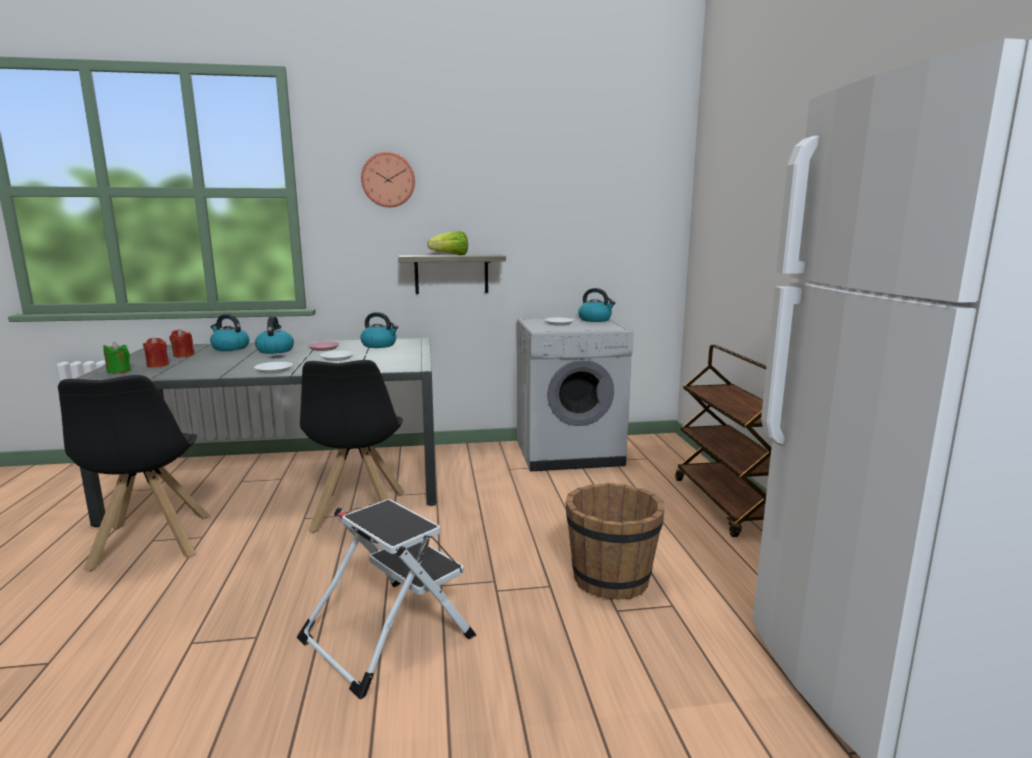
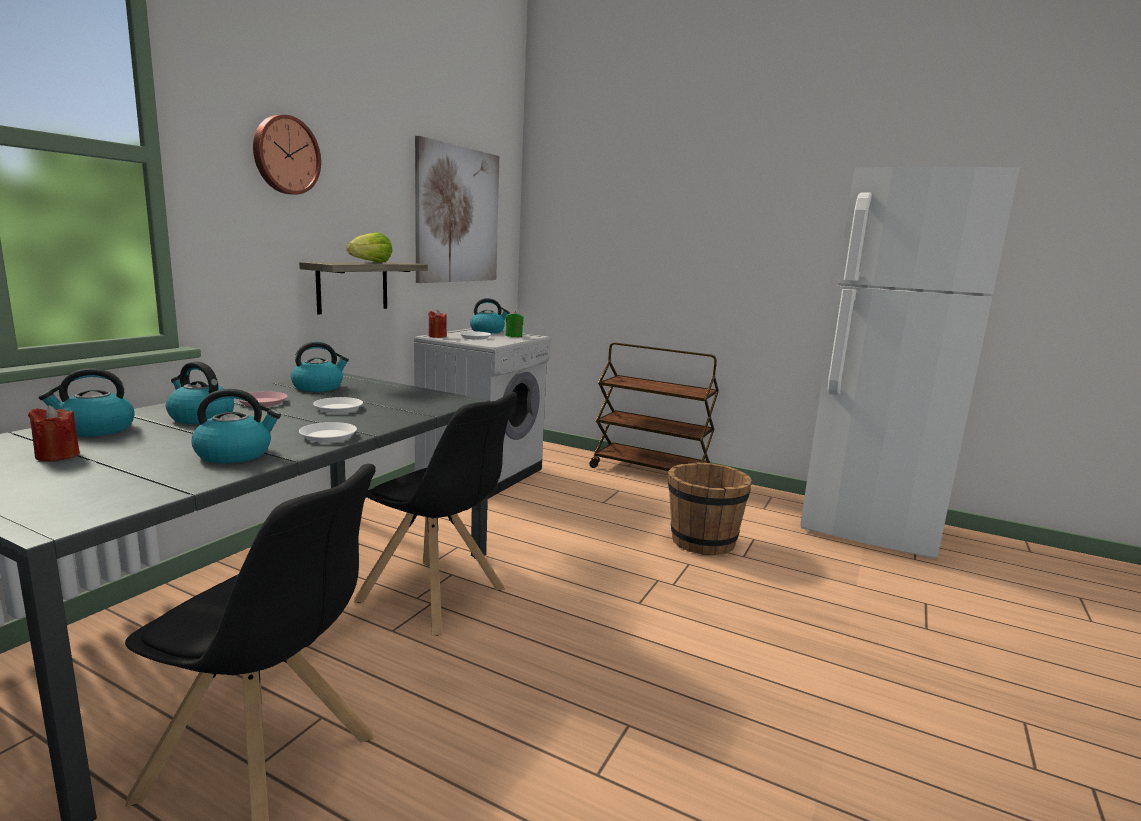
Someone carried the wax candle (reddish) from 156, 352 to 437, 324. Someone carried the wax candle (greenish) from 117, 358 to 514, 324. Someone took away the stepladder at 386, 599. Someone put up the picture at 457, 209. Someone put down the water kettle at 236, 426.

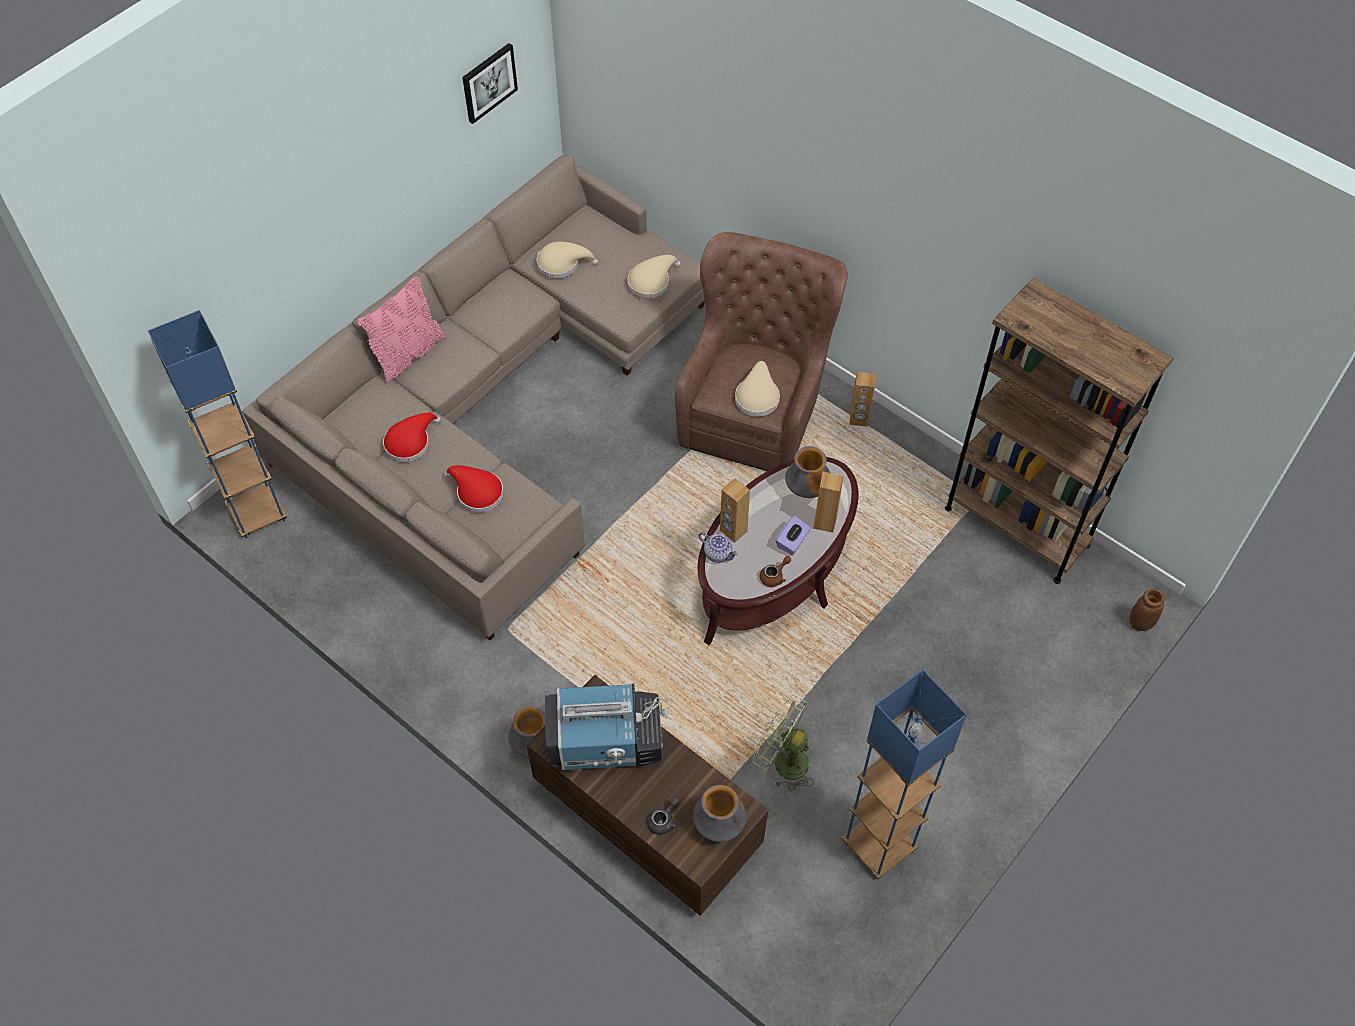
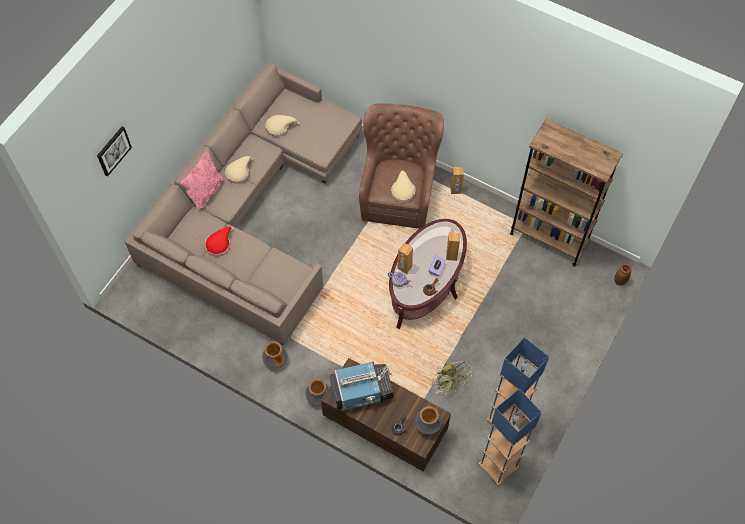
Someone carried the picture from 490, 83 to 114, 151. Someone carried the hat (sand-coloured) from 654, 277 to 239, 170. Someone carried the standing lamp (blue) from 217, 424 to 510, 437. Someone carried the vase from 807, 472 to 274, 354. Someone took away the hat (reddish) at 474, 489. Someone rotated the electric fan (greenish) at 783, 743 by 135 degrees counterclockwise.

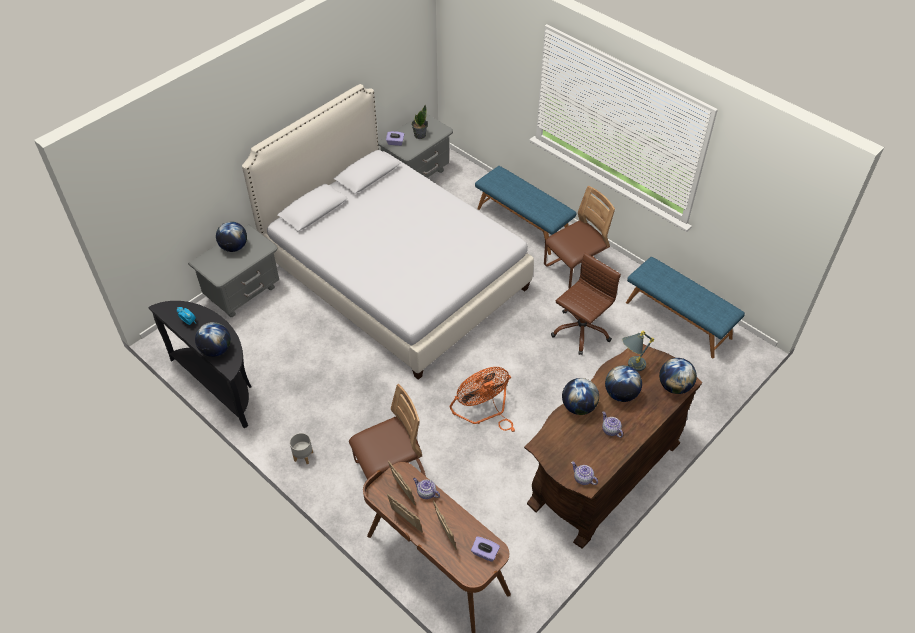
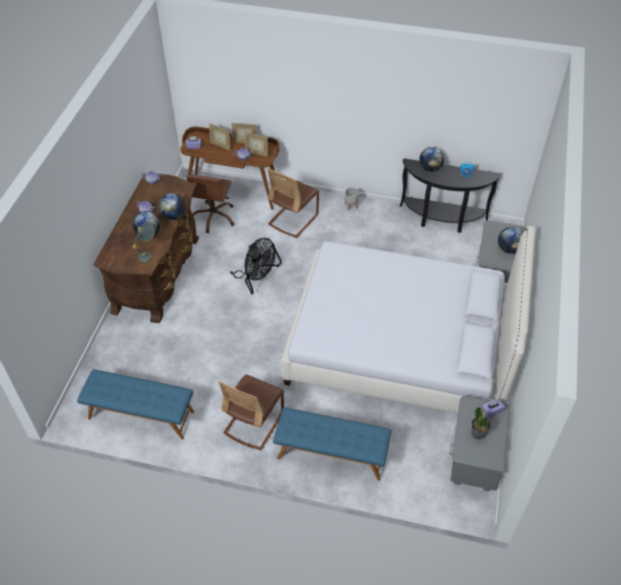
Someone carried the computer chair (brownish) from 586, 304 to 210, 204. Someone took away the desk globe at 678, 376. Someone repainted the electric fan (orange) at 482, 399, which became the electric fan (black) at 256, 266.

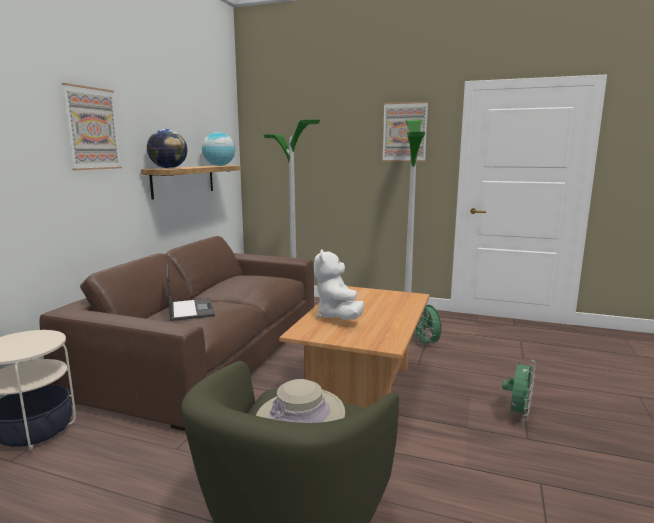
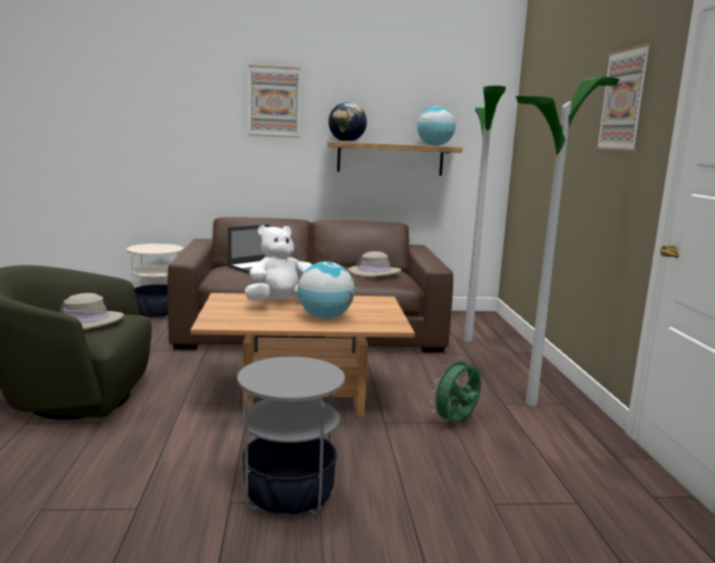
Someone swapped the electric fan (greenish) at 519, 390 for the accent table (gray) at 291, 436. Someone put down the hat (sand-coloured) at 374, 264. Someone put down the desk globe at 326, 290.

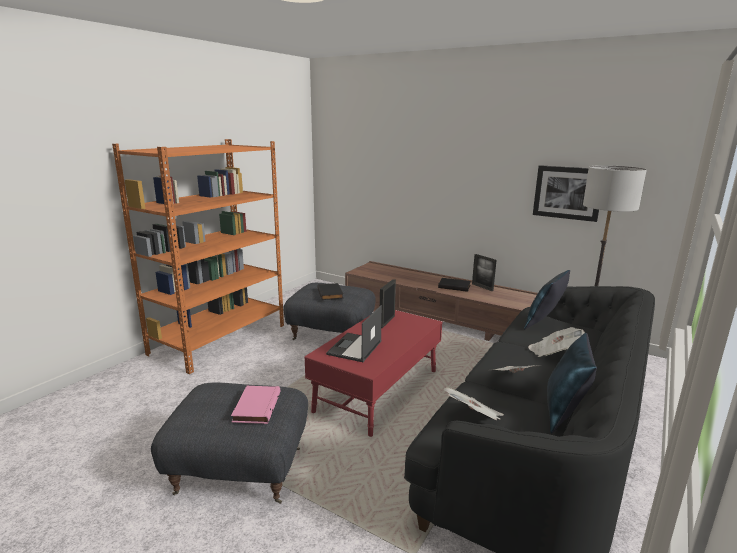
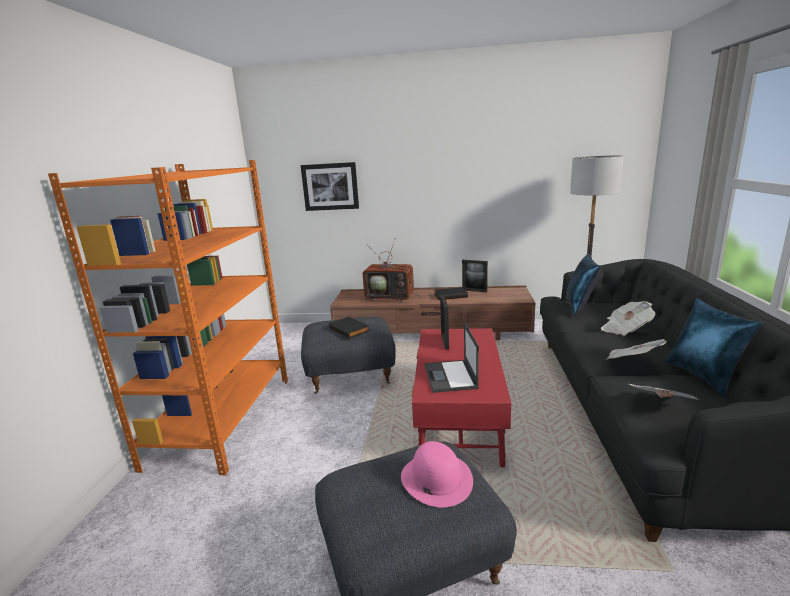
Someone carried the picture from 566, 193 to 329, 186. Someone swapped the bound book (pink) at 255, 405 for the hat (pink) at 437, 474. Someone put down the TV set at 392, 271.

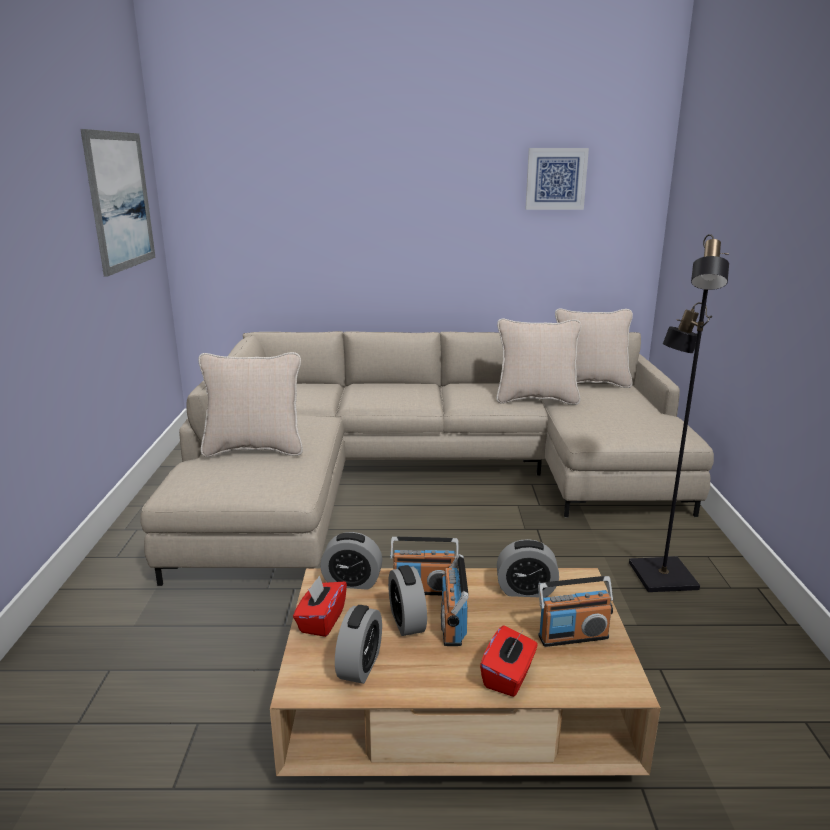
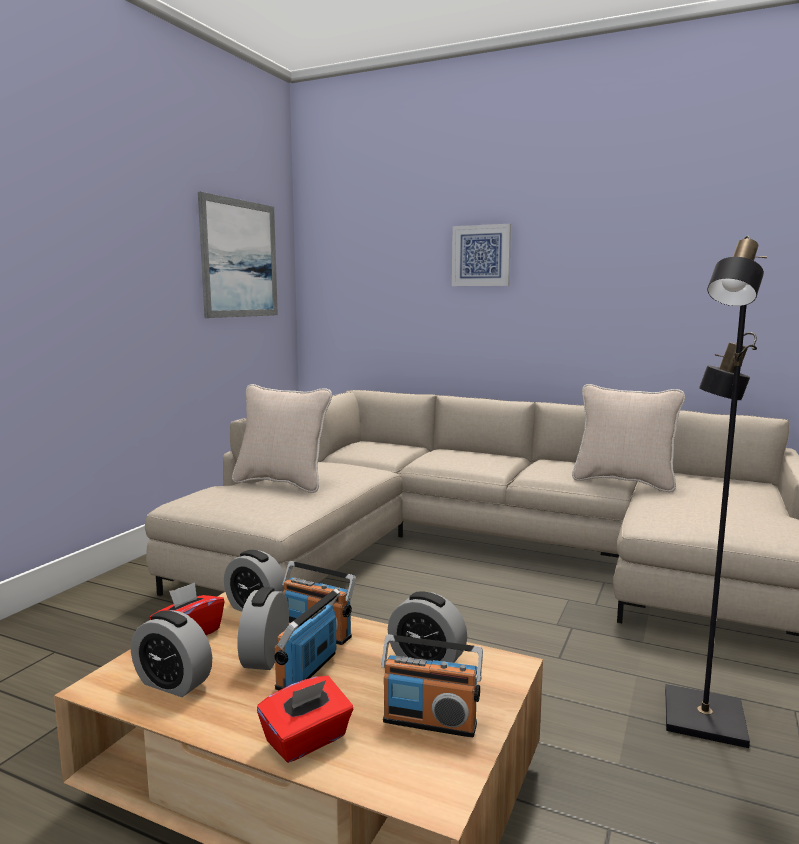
Someone carried the picture from 557, 179 to 481, 255. Someone took away the throw pillow (sand-coloured) at 594, 348. Someone rotated the table clock at 358, 644 by 75 degrees clockwise.

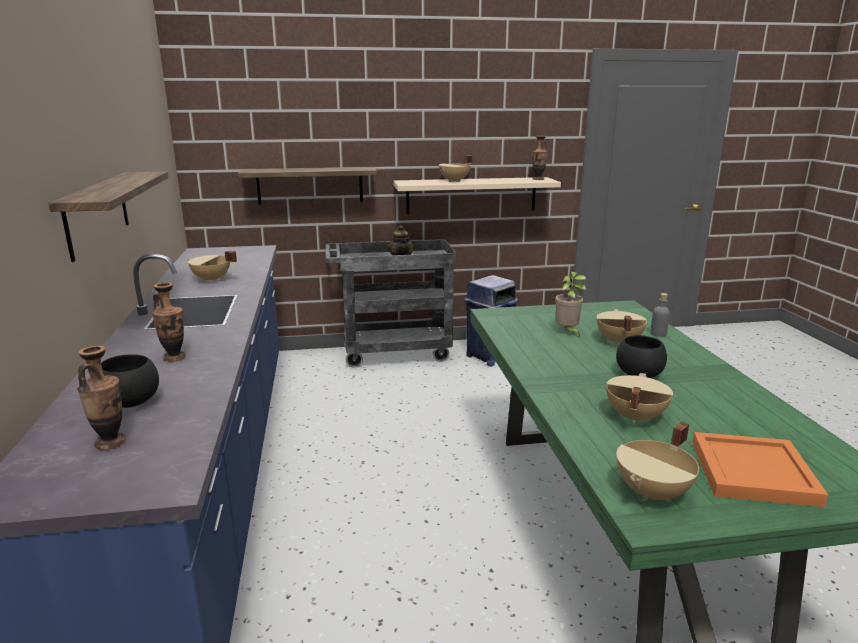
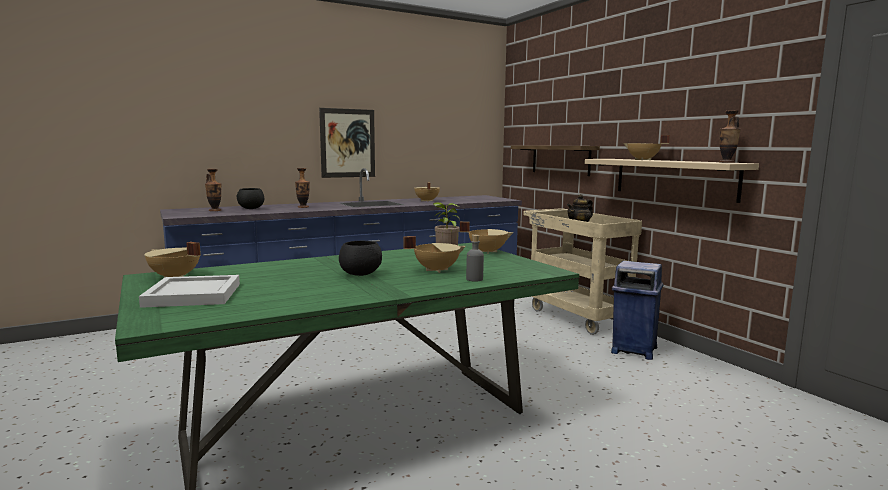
Someone swapped the shelf at 109, 216 for the picture at 347, 143. Someone repainted the cart (black) at 390, 303, which became the cart (sand-coloured) at 583, 271. Someone carried the cooking pot (sand-coloured) from 639, 398 to 487, 238. Someone repainted the carrying tray (orange) at 760, 469, which became the carrying tray (white) at 189, 291.

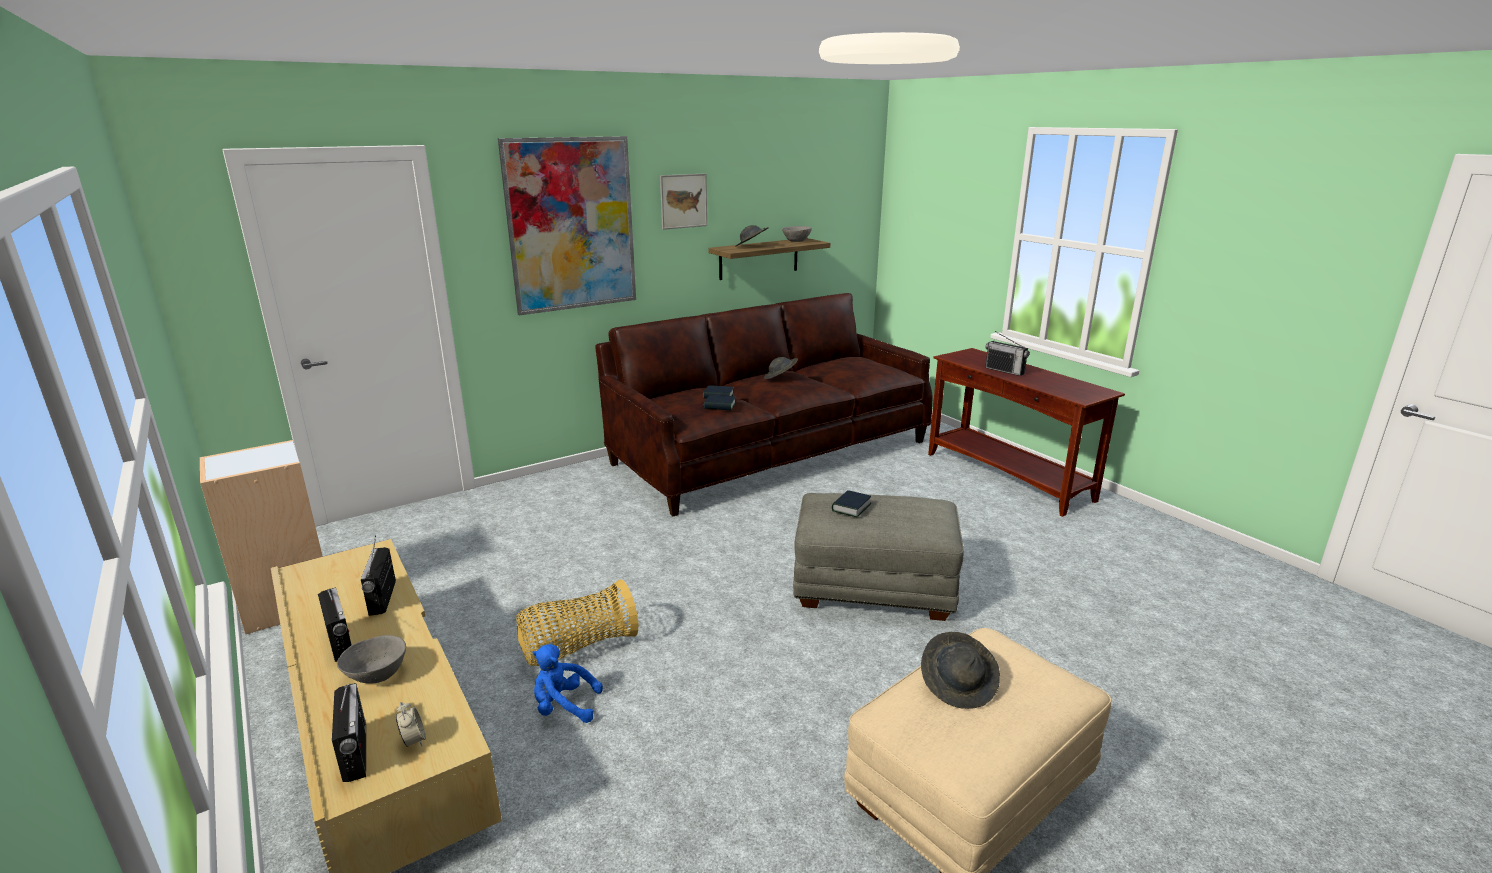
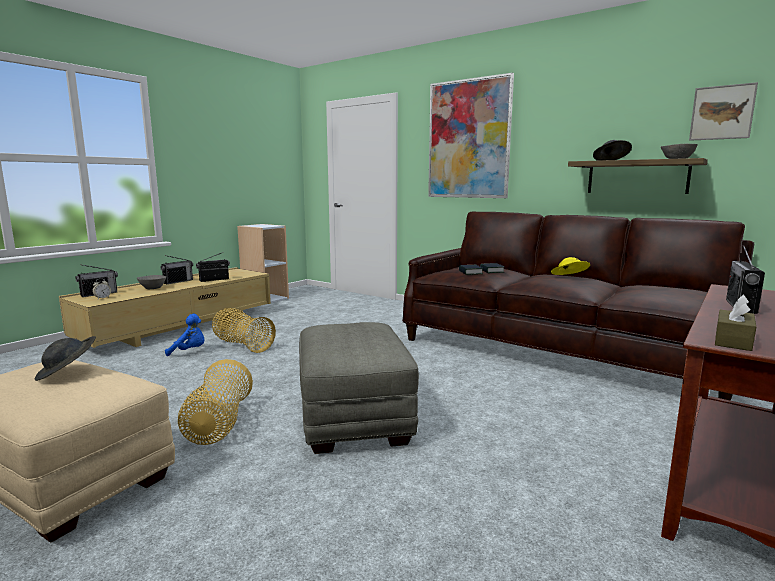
Someone carried the picture from 683, 201 to 723, 111. Someone repainted the hat (gray) at 781, 368, which became the hat (yellow) at 570, 266. Someone took away the bound book at 851, 503. Someone rotated the plush toy (blue) at 568, 683 by 105 degrees clockwise. Someone put down the tissue box (brownish) at 735, 323. Someone put down the household basket at 215, 402.

